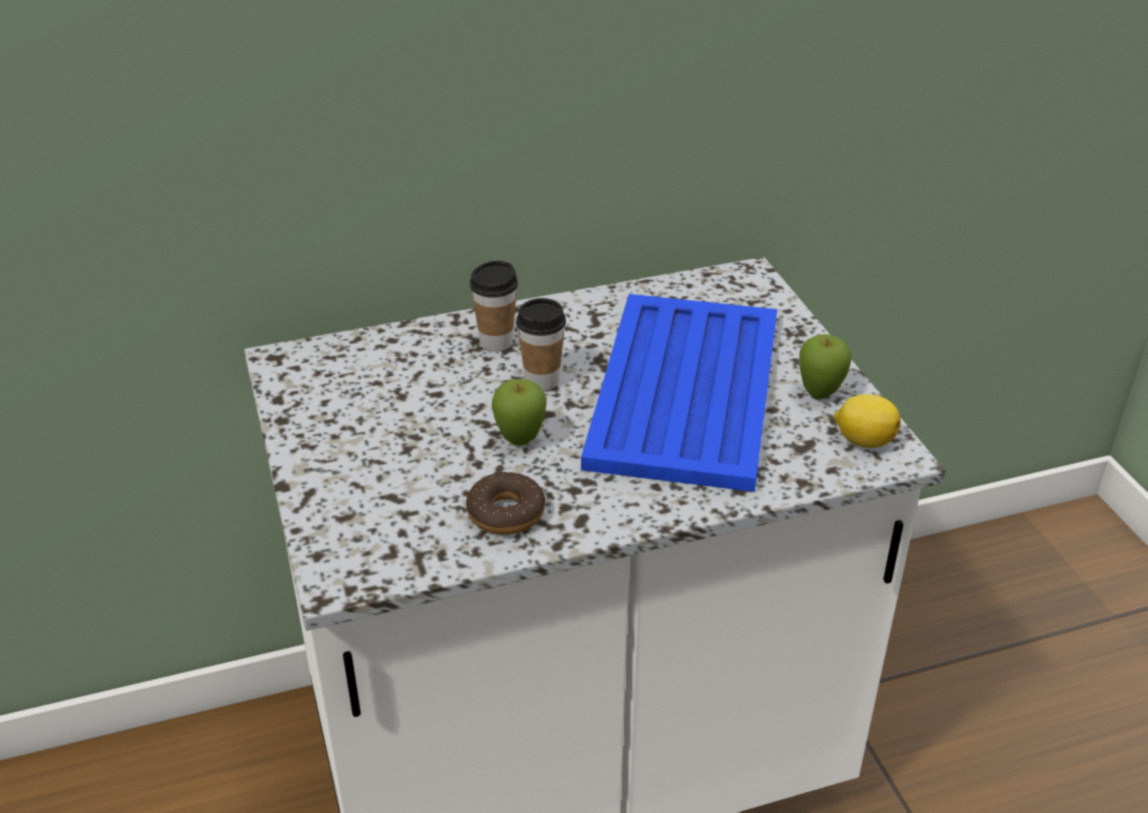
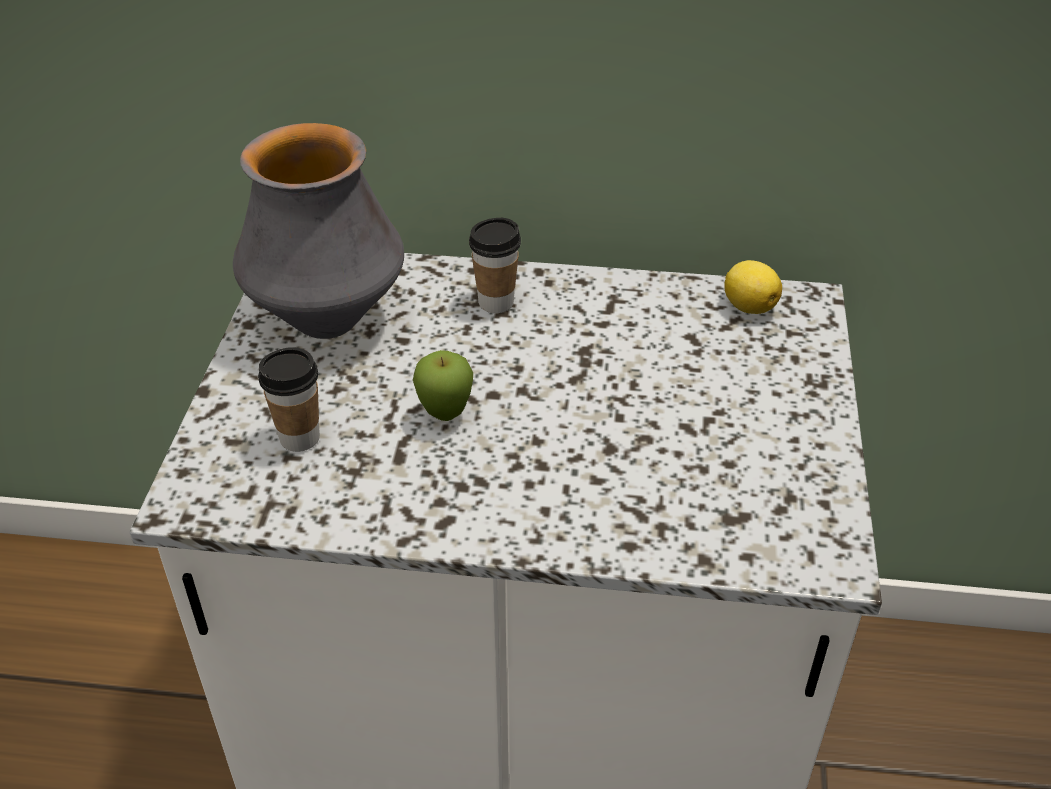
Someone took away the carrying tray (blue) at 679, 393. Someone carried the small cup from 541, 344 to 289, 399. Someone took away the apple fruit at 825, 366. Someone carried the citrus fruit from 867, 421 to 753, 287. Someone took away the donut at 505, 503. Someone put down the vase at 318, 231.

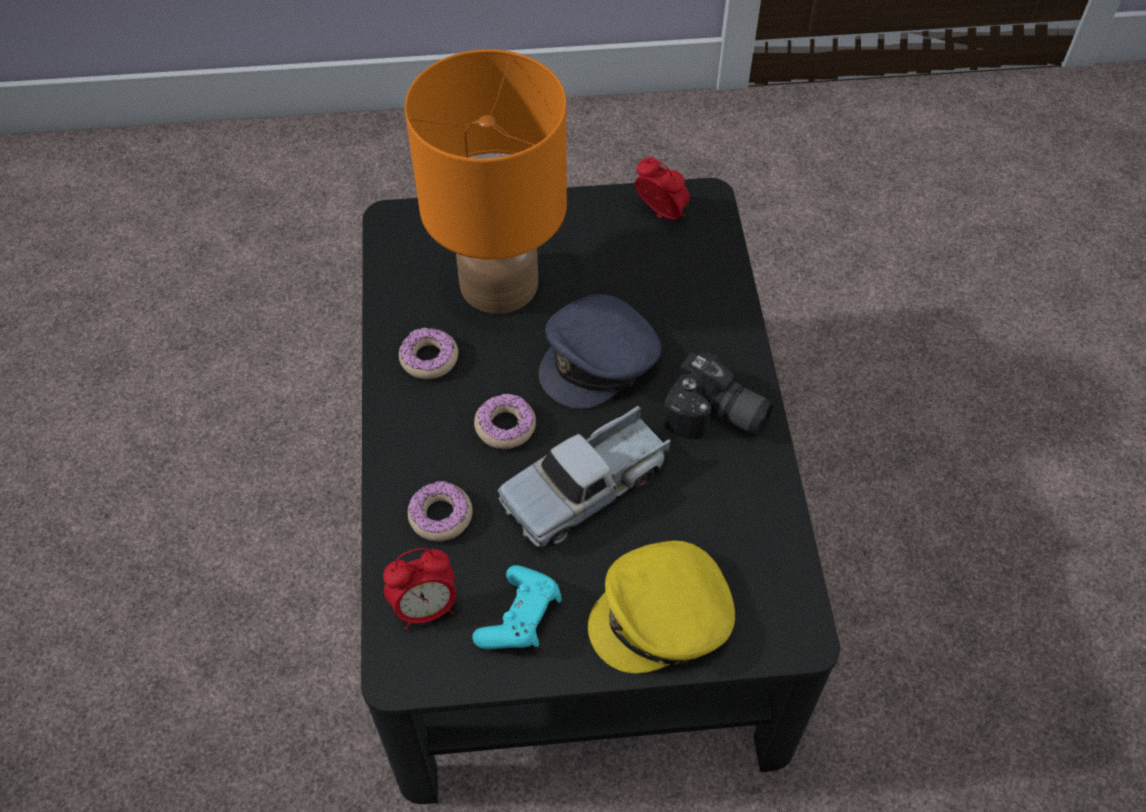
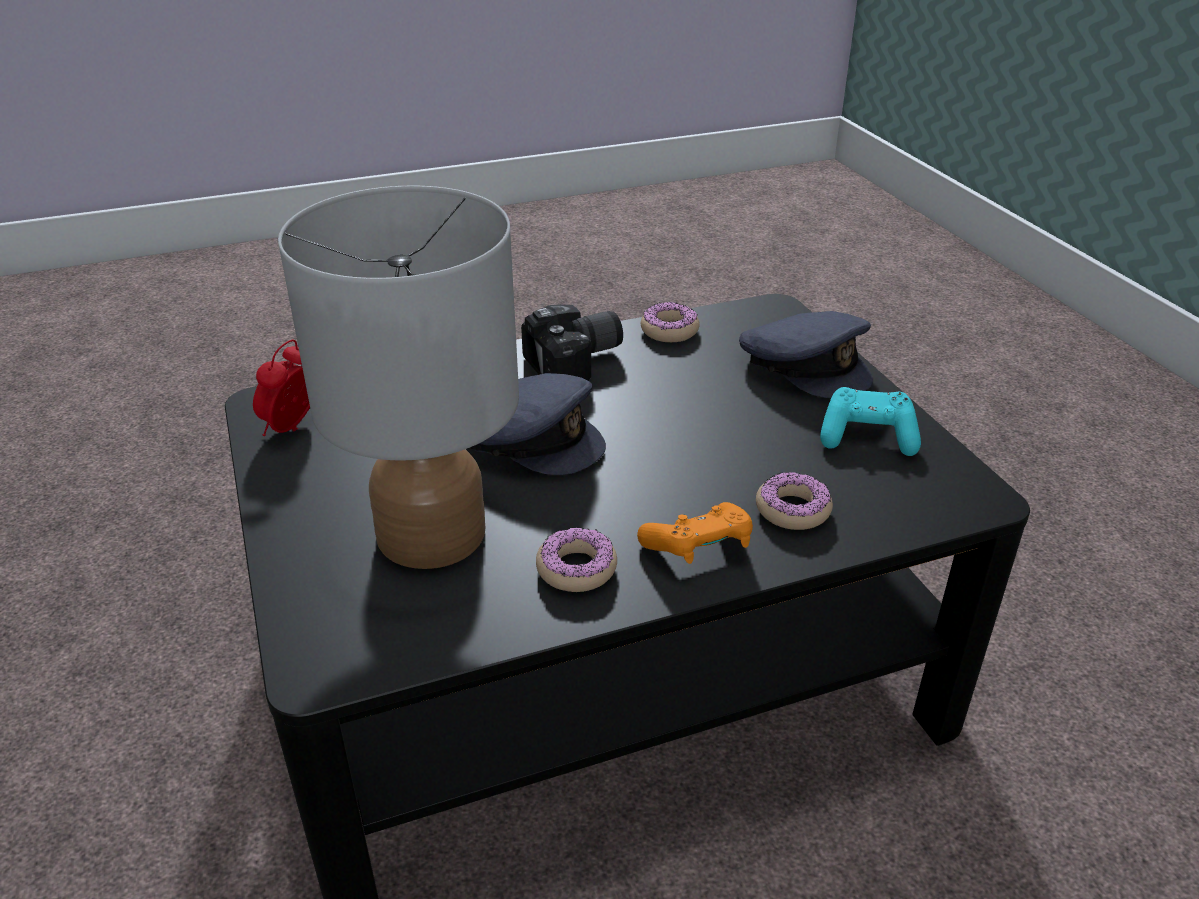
Someone repainted the tabletop lamp (orange) at 486, 181, which became the tabletop lamp (gray) at 398, 377. Someone rotated the still camera at 717, 395 by 45 degrees clockwise. Someone carried the donut from 505, 421 to 670, 322. Someone took away the toy truck at 584, 476. Someone repainted the peaked cap (yellow) at 661, 607, which became the peaked cap (gray) at 806, 354. Someone took away the table clock at 419, 589. Someone put down the gamepad (orange) at 695, 533.

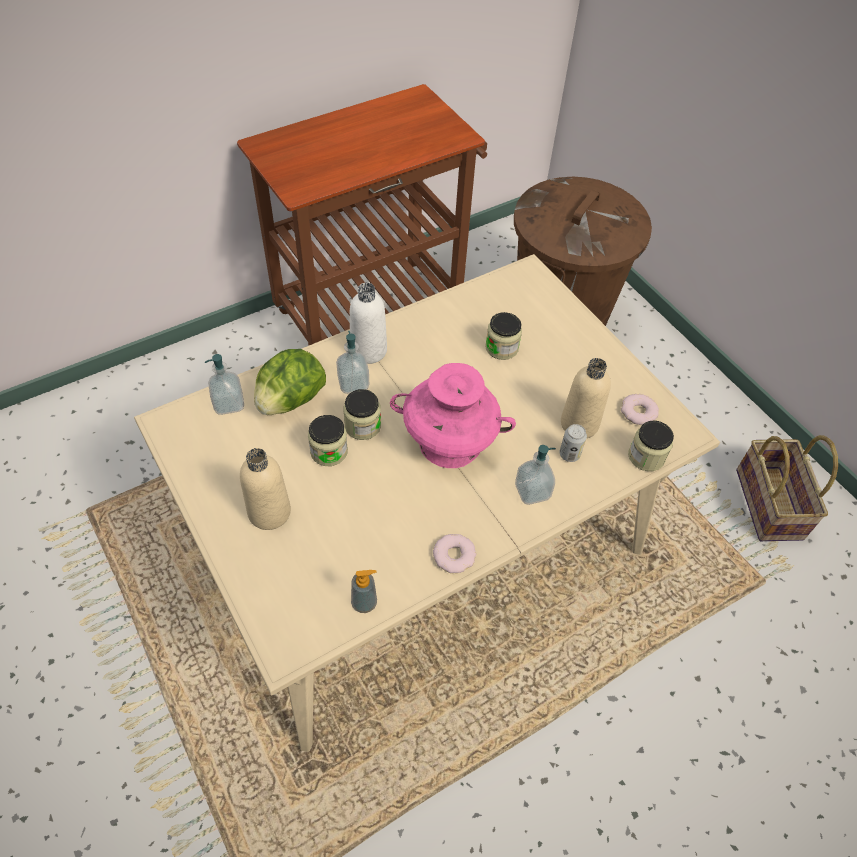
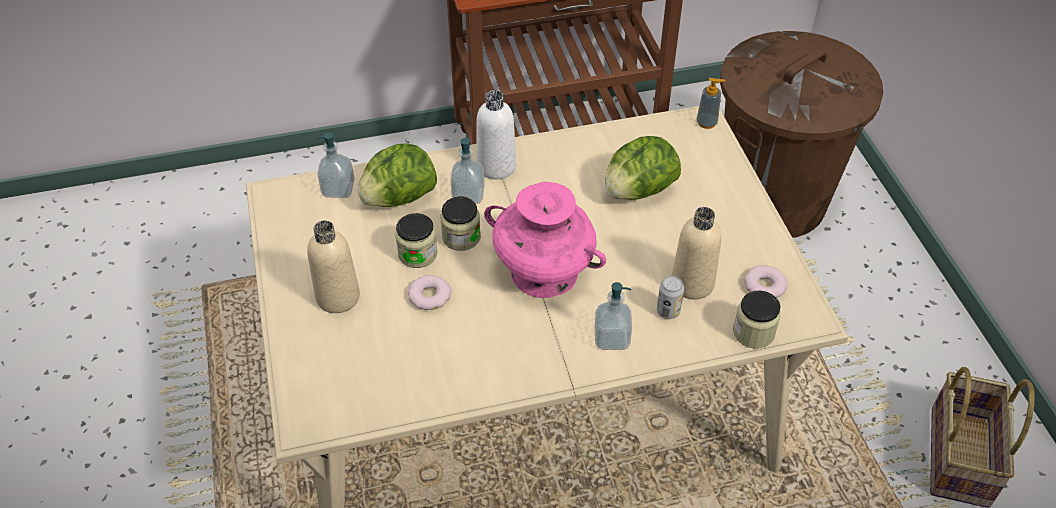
Someone swapped the jar at 503, 336 for the lettuce head at 643, 168. Someone carried the donut from 454, 553 to 430, 292. Someone carried the soap bottle from 364, 591 to 711, 103.

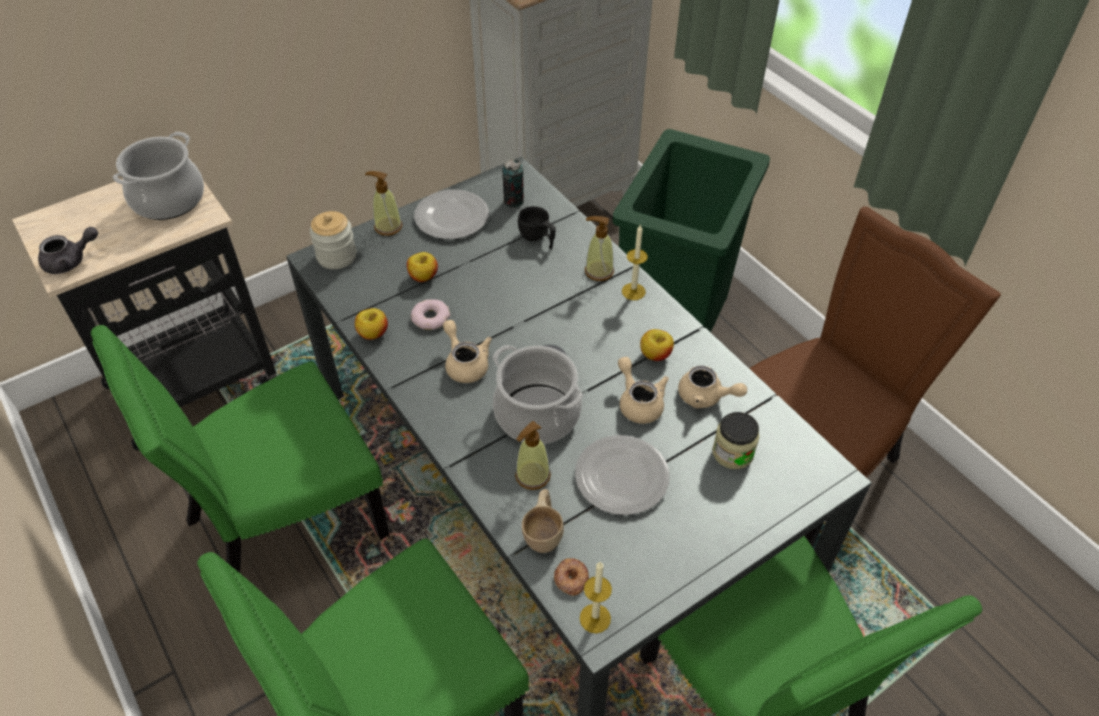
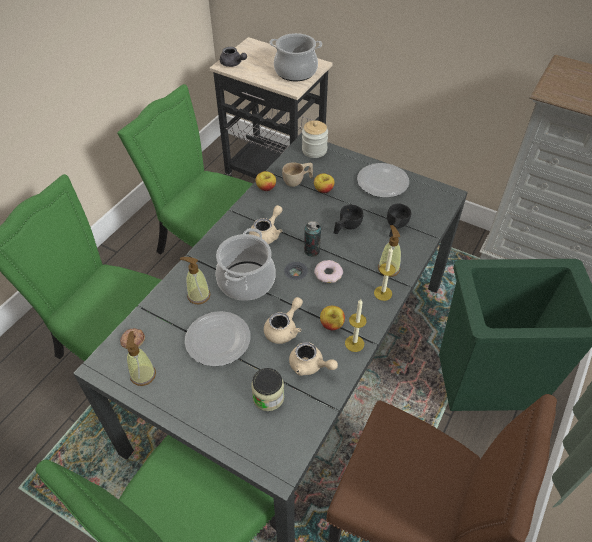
Someone carried the can from 513, 183 to 312, 239. Someone carried the soap bottle from 383, 203 to 141, 358. Someone carried the donut from 430, 314 to 328, 271. Someone rotated the tea pot (sand-coloured) at 712, 387 by 60 degrees counterclockwise. Someone carried the small cup (sand-coloured) from 543, 521 to 297, 174. Someone carried the wax candle from 596, 597 to 356, 325. Someone put down the small cup (black) at 348, 219.

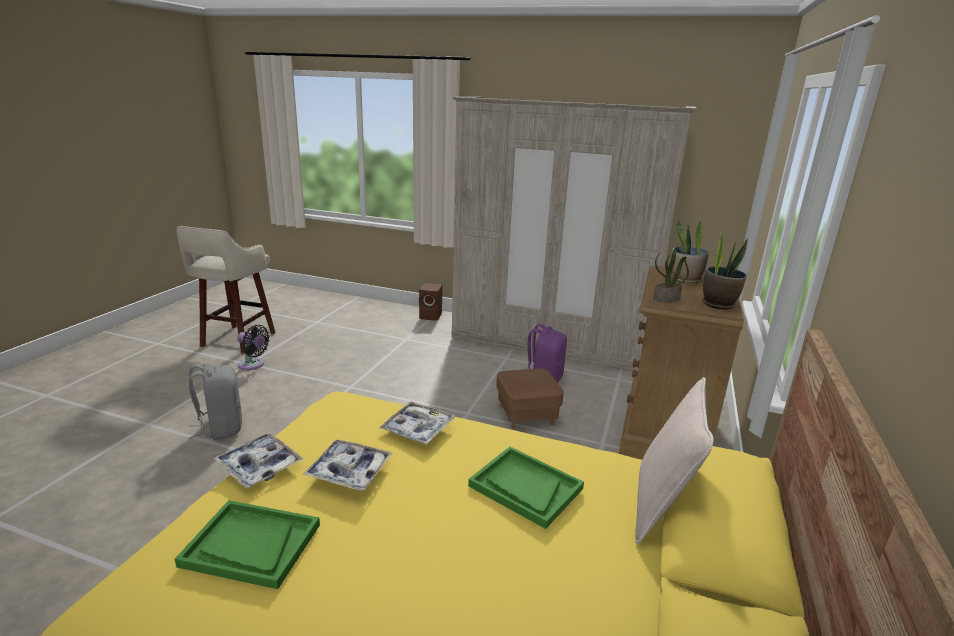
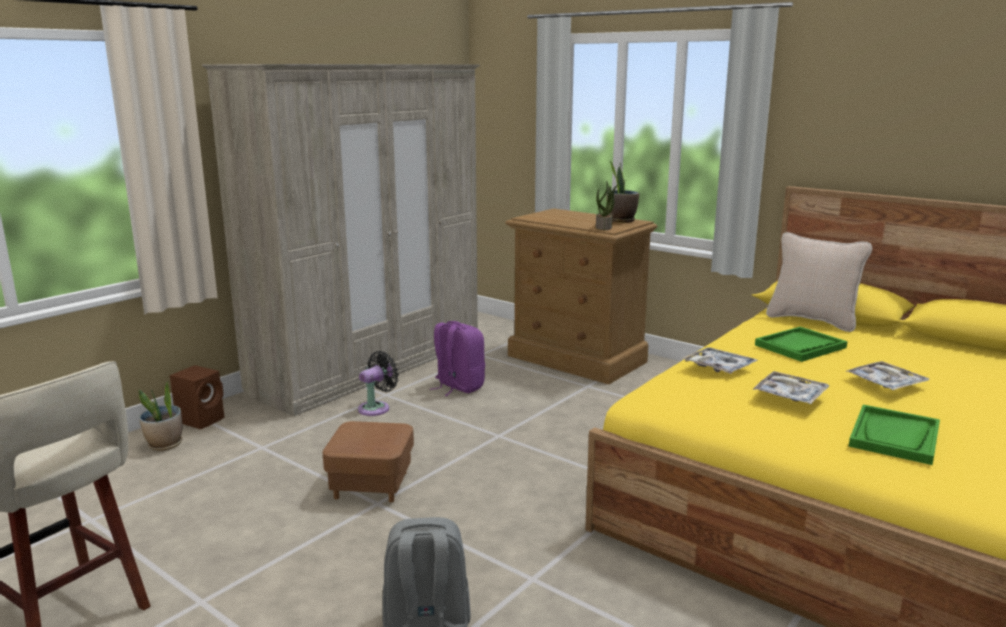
Someone carried the houseplant from 690, 252 to 160, 416. Someone carried the electric fan (black) from 253, 347 to 378, 383. Someone carried the footrest (brownish) from 530, 398 to 368, 461. Someone carried the carrying tray from 258, 460 to 887, 375.

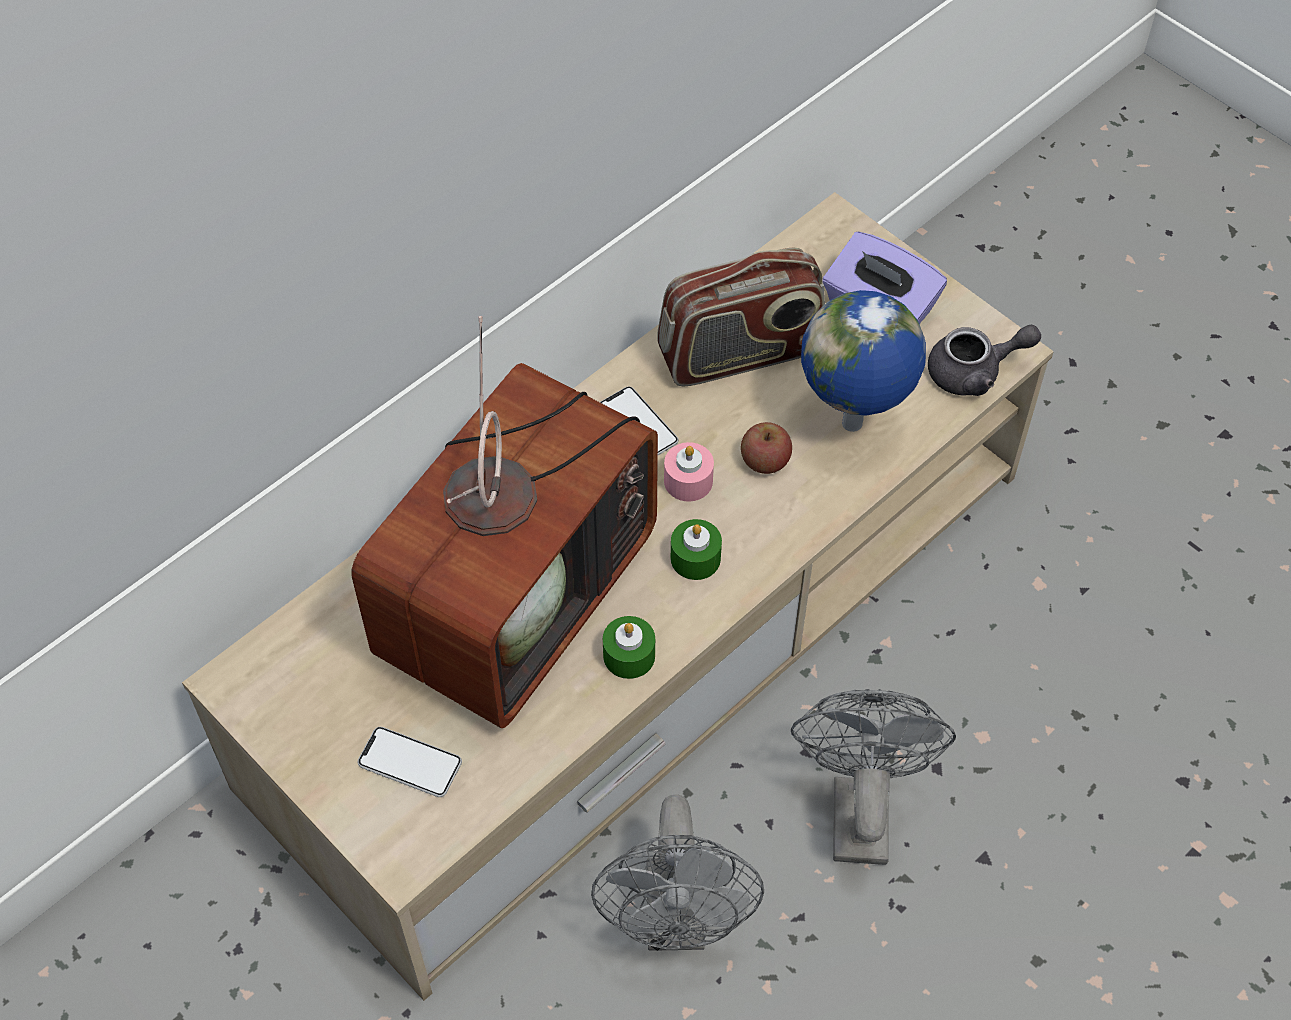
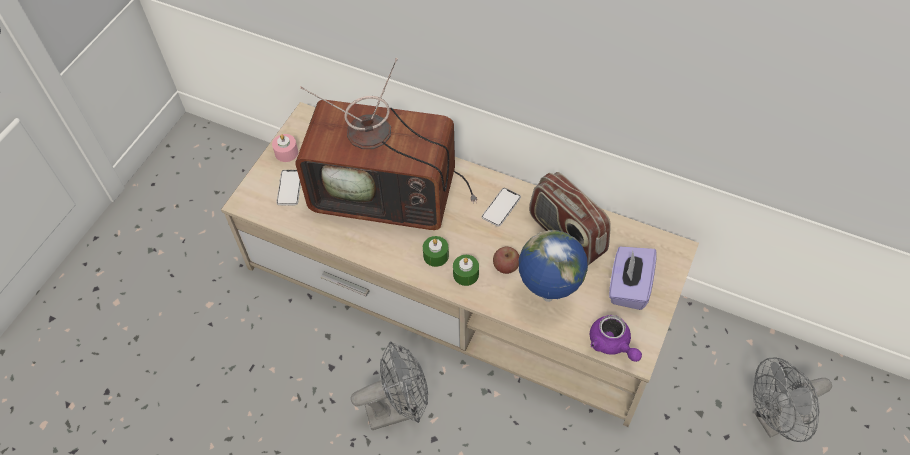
Someone repainted the tea pot (gray) at 984, 360, which became the tea pot (purplish) at 616, 338. Someone carried the wax candle (pink) from 689, 472 to 285, 148. Someone carried the wax candle (greenish) from 629, 647 to 466, 270. Someone carried the electric fan (gray) from 677, 872 to 792, 400.

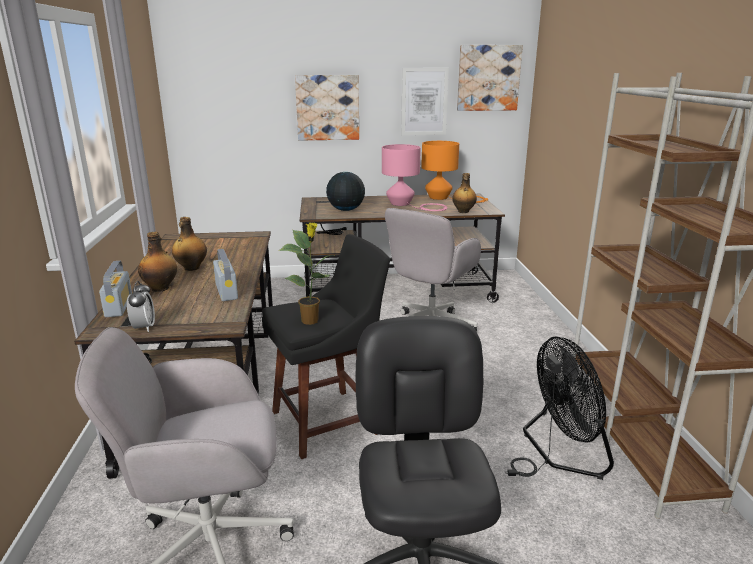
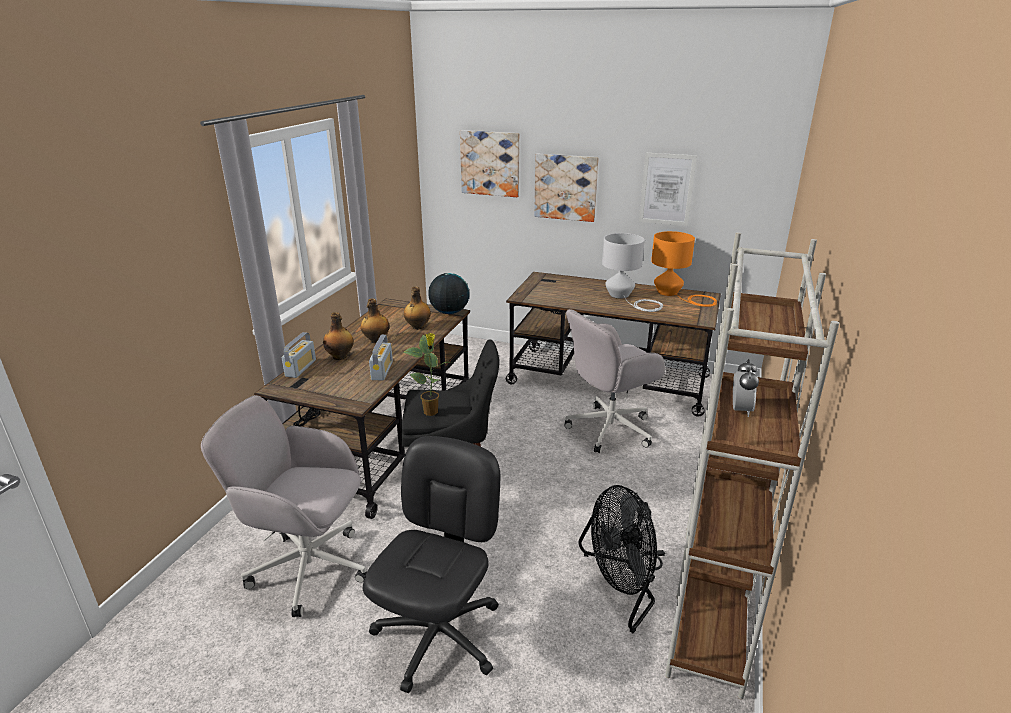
Someone carried the picture from 490, 78 to 490, 163. Someone repainted the tabletop lamp (pink) at 414, 177, which became the tabletop lamp (gray) at 632, 272. Someone carried the desk globe from 345, 191 to 448, 293. Someone carried the beverage bottle from 464, 193 to 417, 308. Someone carried the table clock from 141, 306 to 746, 388. Someone rotated the electric fan (black) at 560, 408 by 150 degrees clockwise.

